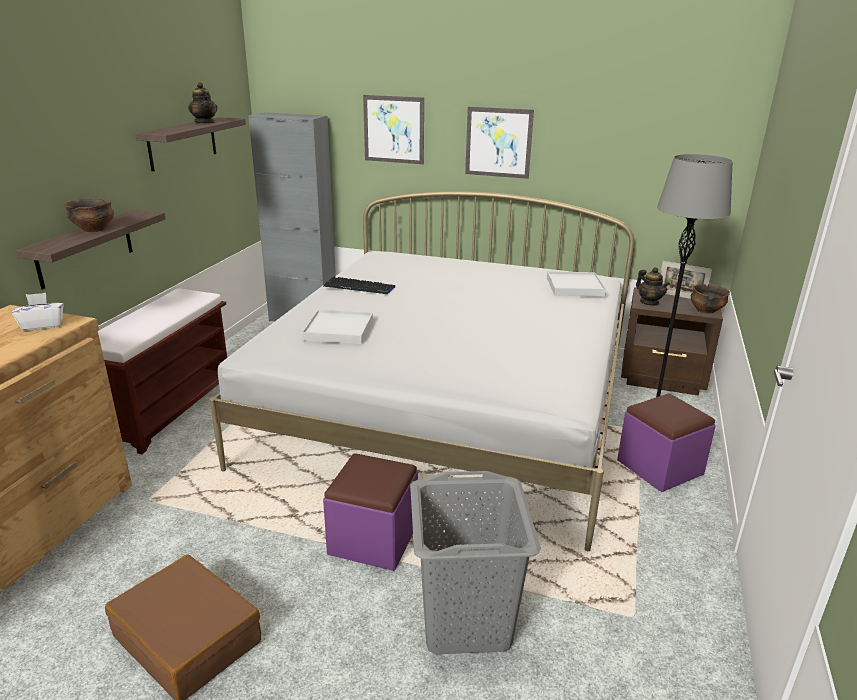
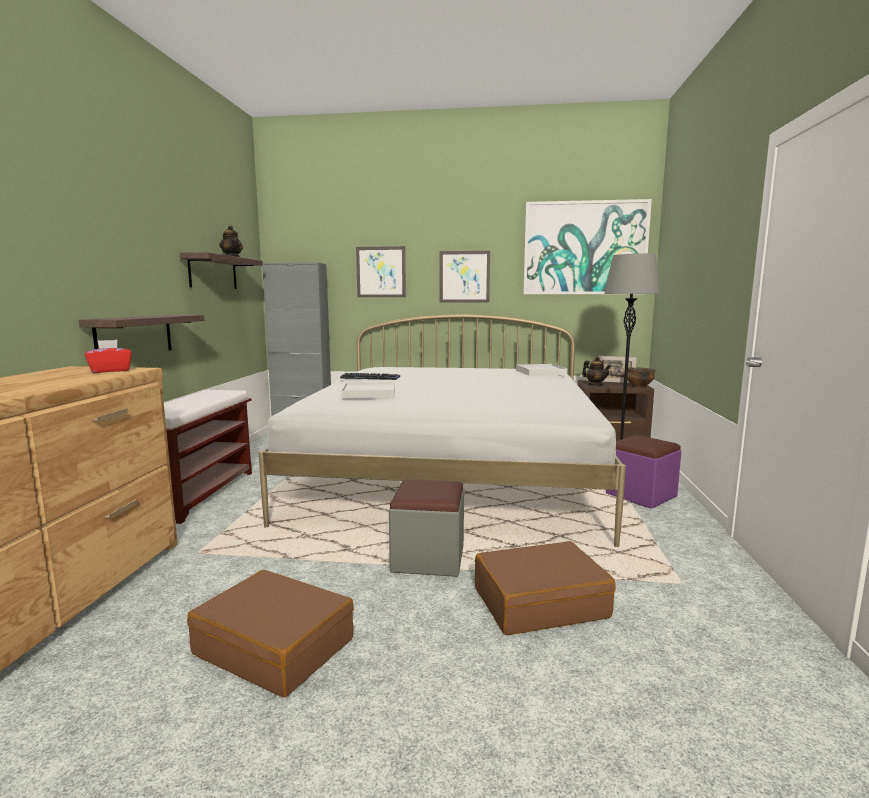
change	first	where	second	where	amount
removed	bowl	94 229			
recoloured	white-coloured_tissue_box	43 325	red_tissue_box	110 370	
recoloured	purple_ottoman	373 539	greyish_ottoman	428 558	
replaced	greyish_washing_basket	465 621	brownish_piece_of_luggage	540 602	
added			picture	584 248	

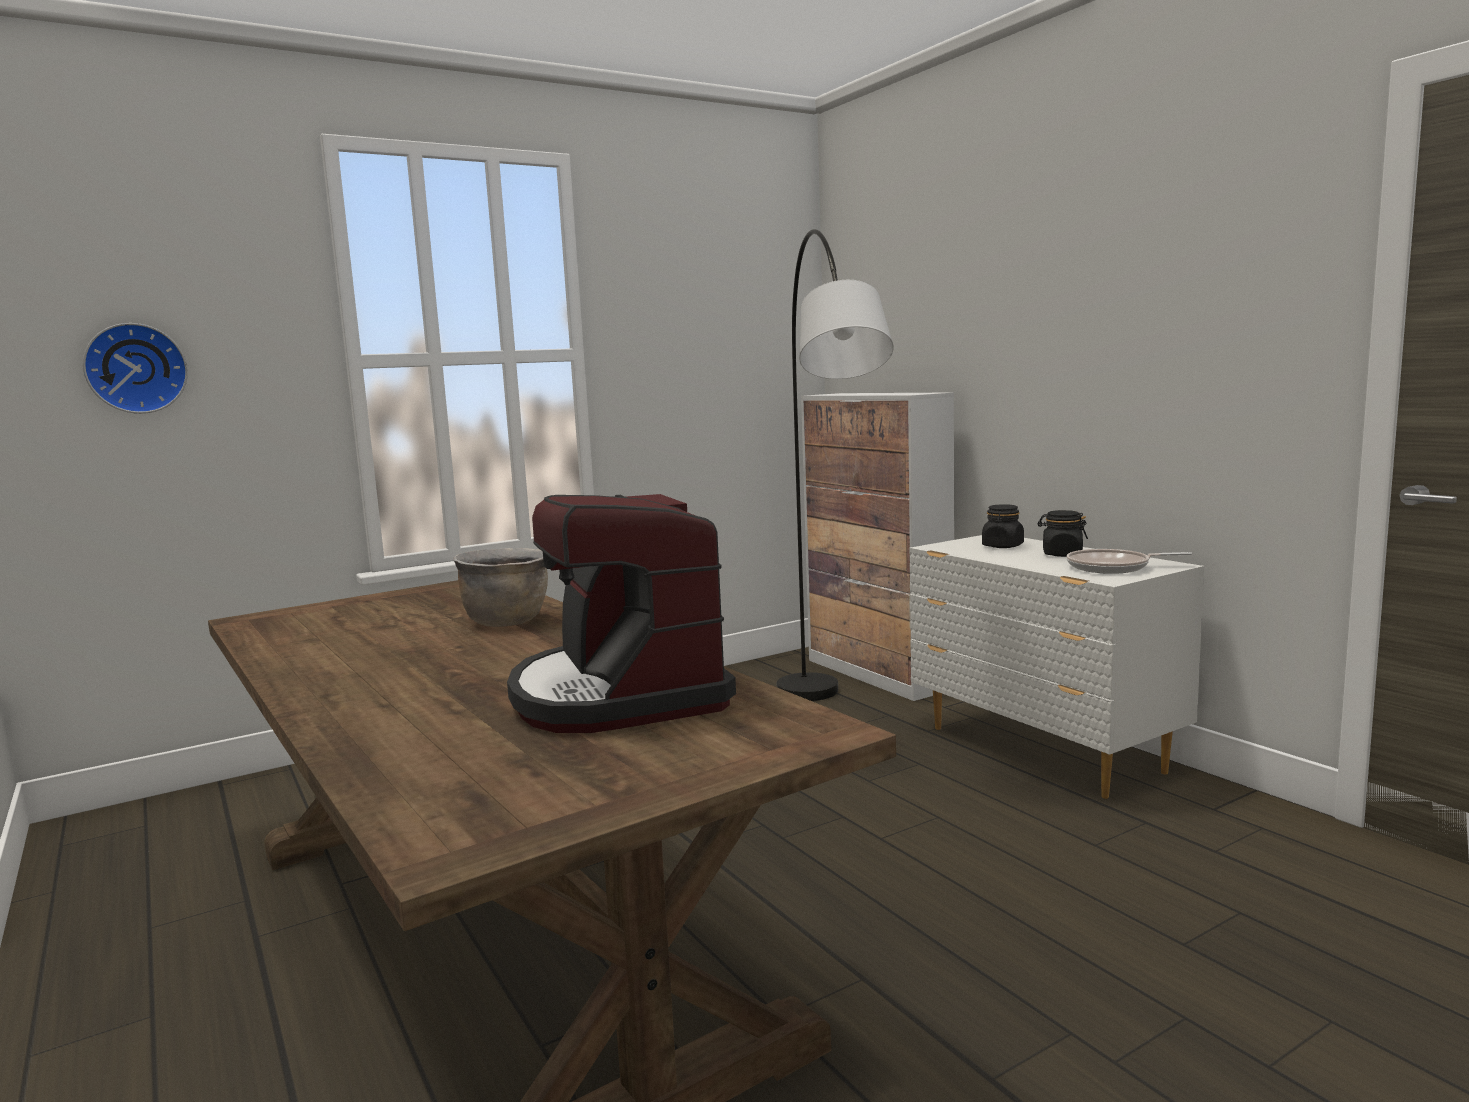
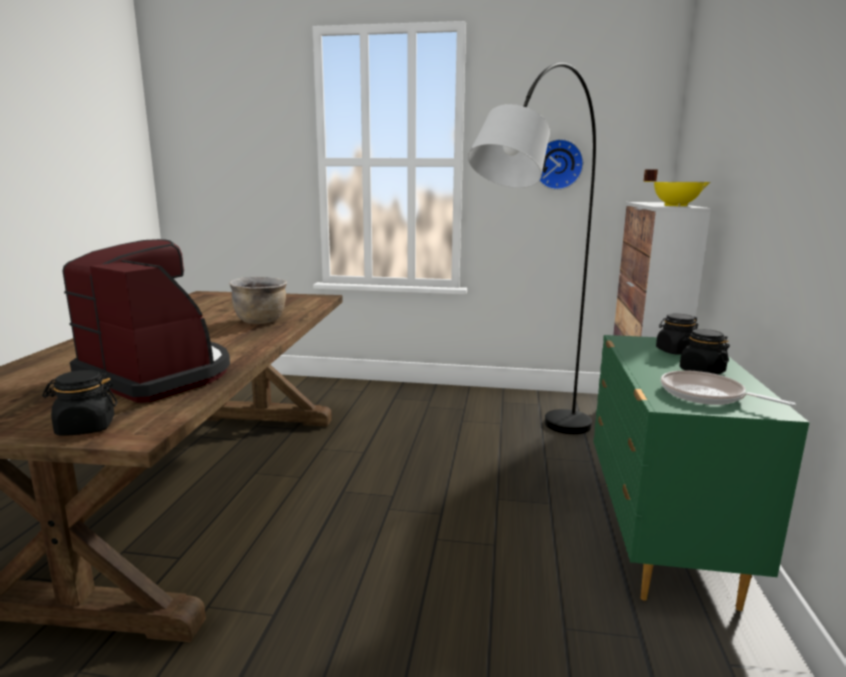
change	first	where	second	where	amount
moved	hanging_clock	136 368		558 164	
turned	coffee_maker	619 695		159 374	105 degrees clockwise
recoloured	white-coloured_dresser	1043 751	greenish_dresser	660 538	
added			yellow-coloured_stockpot	675 206	
added			blackish_preserve_jar	85 427	

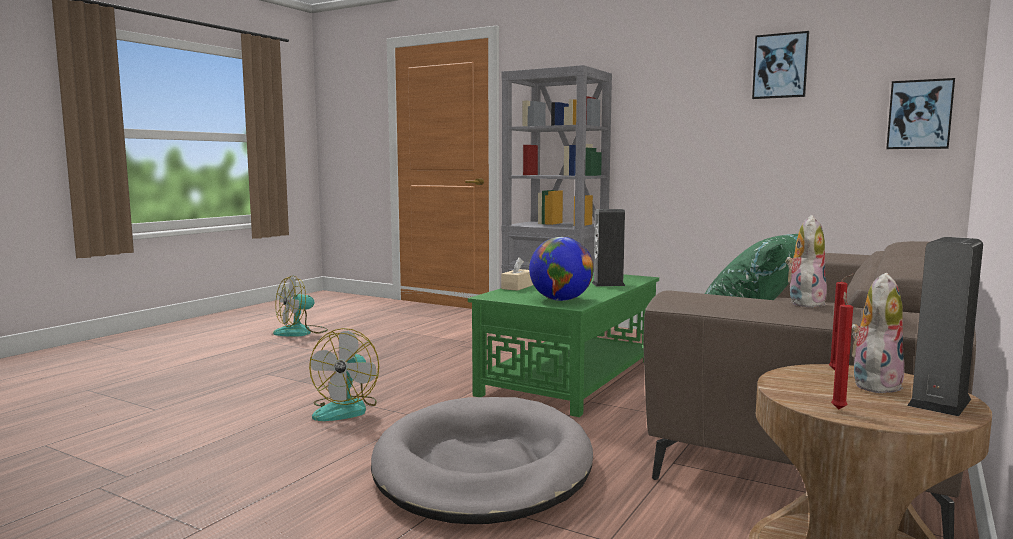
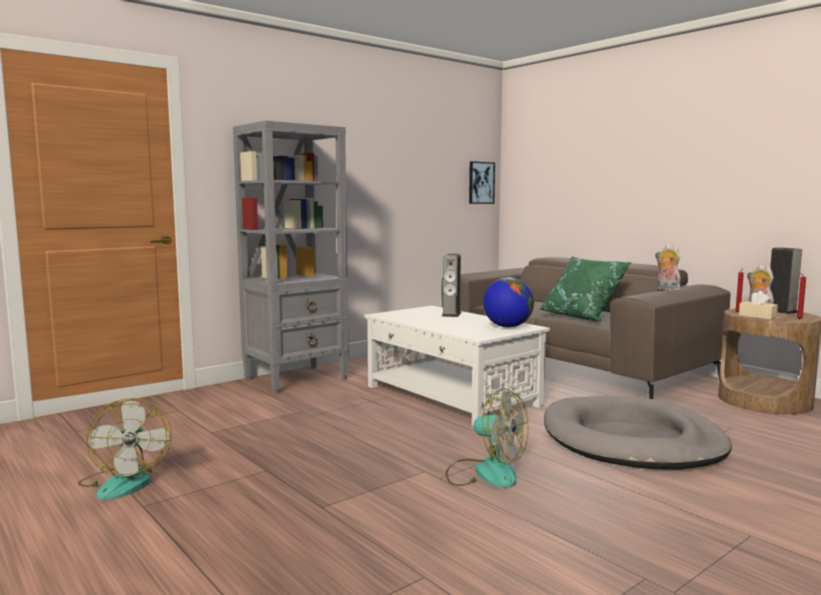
change	first	where	second	where	amount
removed	picture	780 66			
moved	beige-coloured_tissue_box	517 287		757 316	
recoloured	greenish_lounge_table	569 377	white-coloured_lounge_table	451 396	

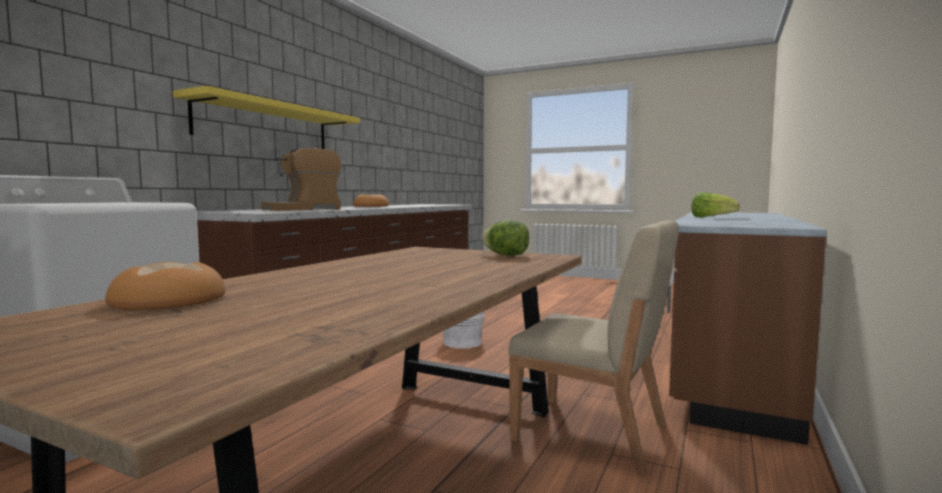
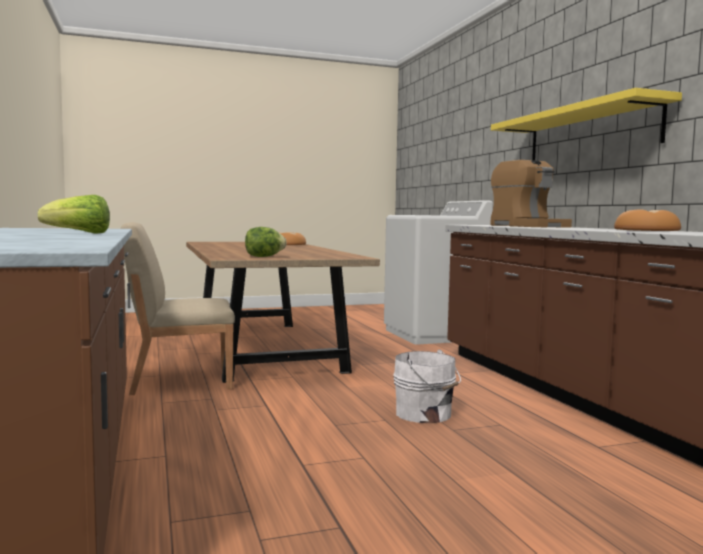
change	first	where	second	where	amount
turned	coffee_maker	303 209		527 226	150 degrees clockwise

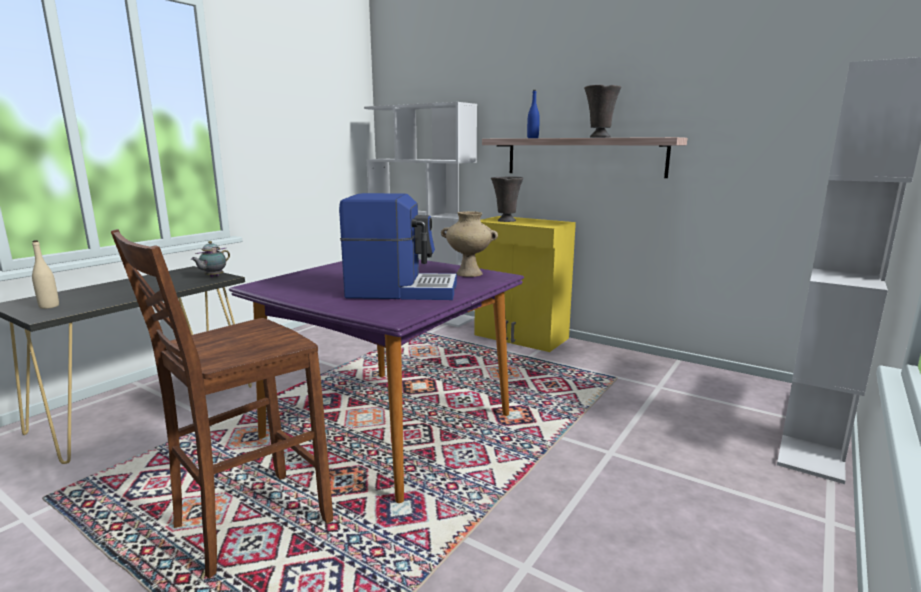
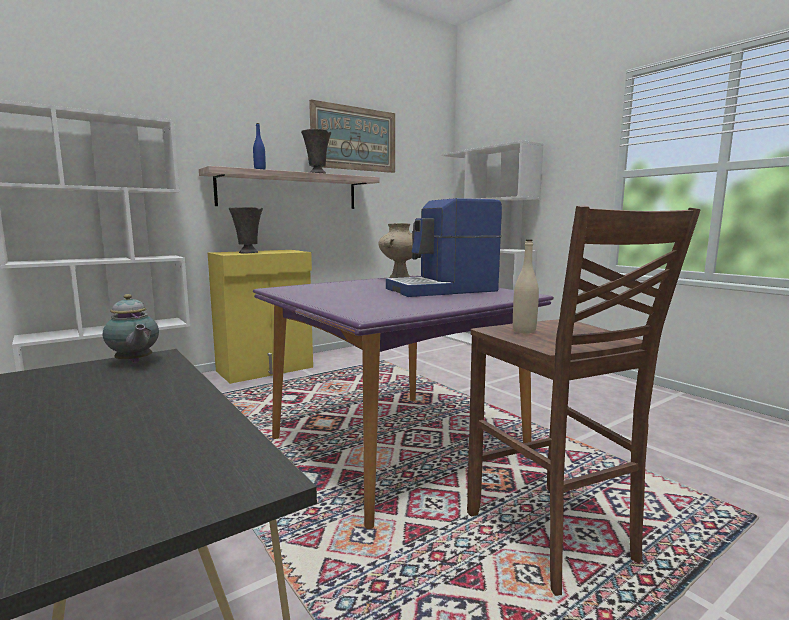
change	first	where	second	where	amount
turned	coffee_maker	401 290		443 290	135 degrees counterclockwise
moved	beige-coloured_bottle	49 306		524 331	
added			picture	354 138	

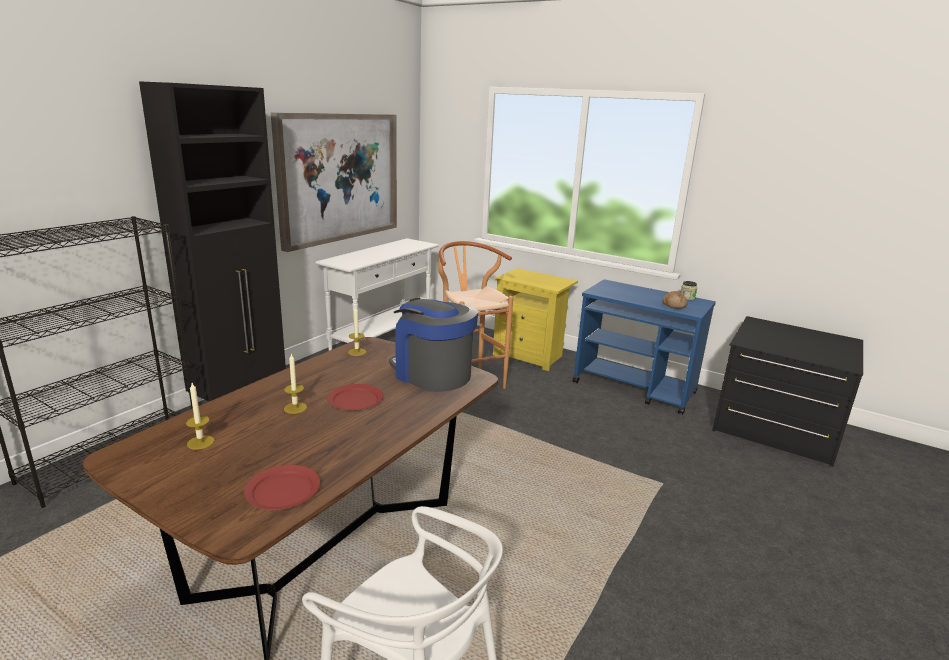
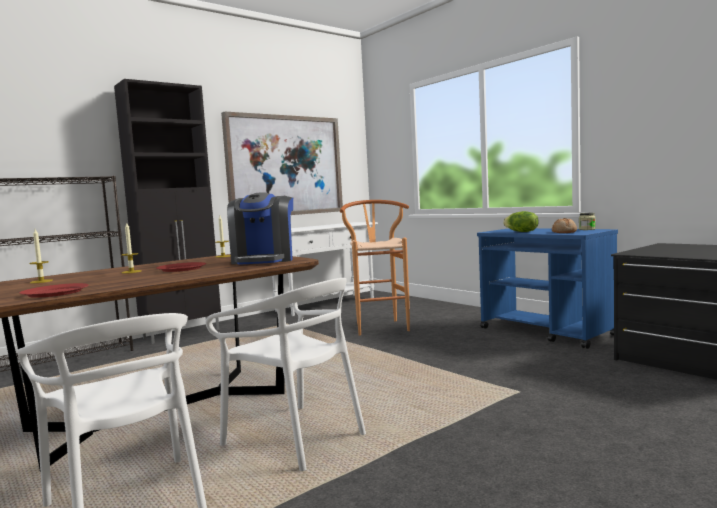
change	first	where	second	where	amount
removed	yellow-coloured_night_table	530 356			
turned	coffee_maker	431 374		264 260	150 degrees counterclockwise
added			lettuce	521 232	
added			white-coloured_chair	295 437	

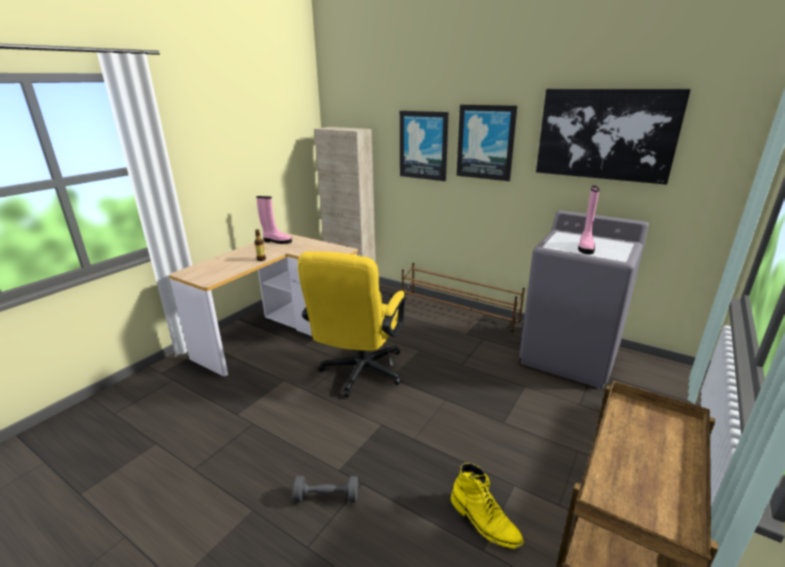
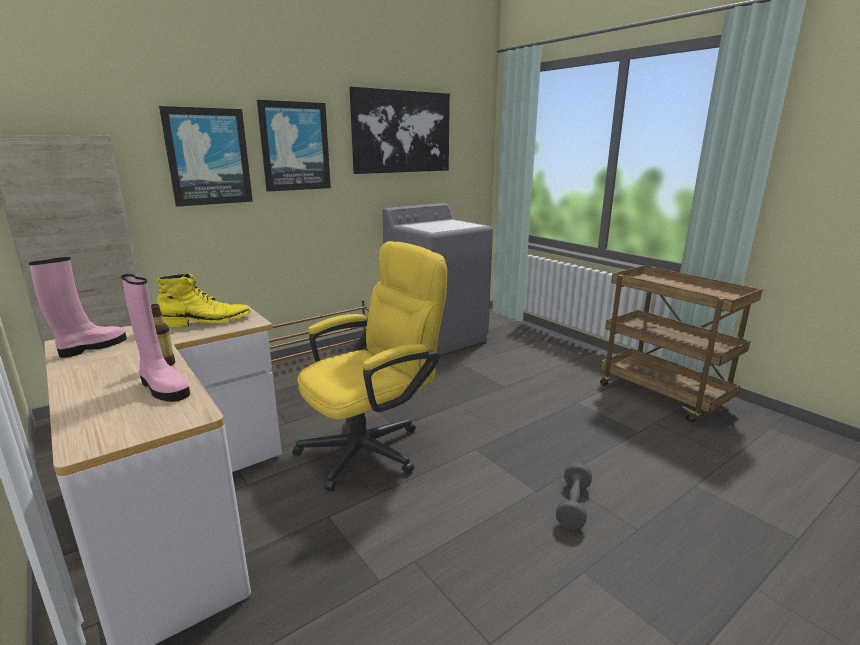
change	first	where	second	where	amount
moved	pink_high-top_boot	585 247		162 388	
turned	yellow-coloured_desk_chair	359 375		372 447	75 degrees counterclockwise
moved	yellow-coloured_high-top_boot	484 521		207 322	

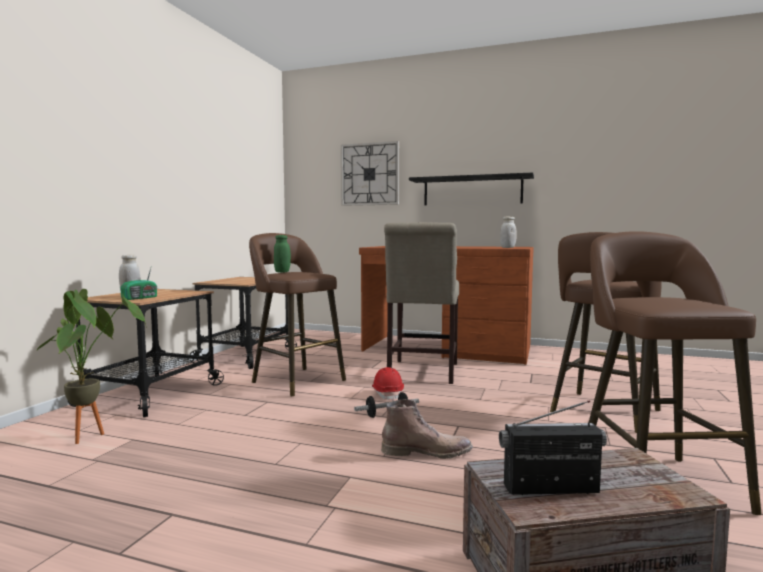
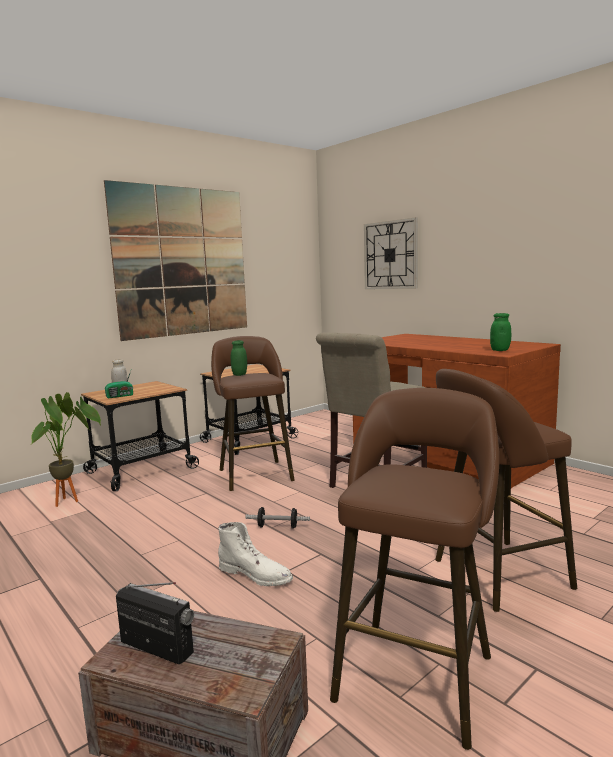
change	first	where	second	where	amount
removed	blackish_shelf	472 191			
recoloured	white-coloured_preserve_jar	507 247	greenish_preserve_jar	500 350	
removed	red_safety_helmet	387 394			
recoloured	brownish_high-top_boot	426 452	white-coloured_high-top_boot	256 574	
added			picture	182 262	

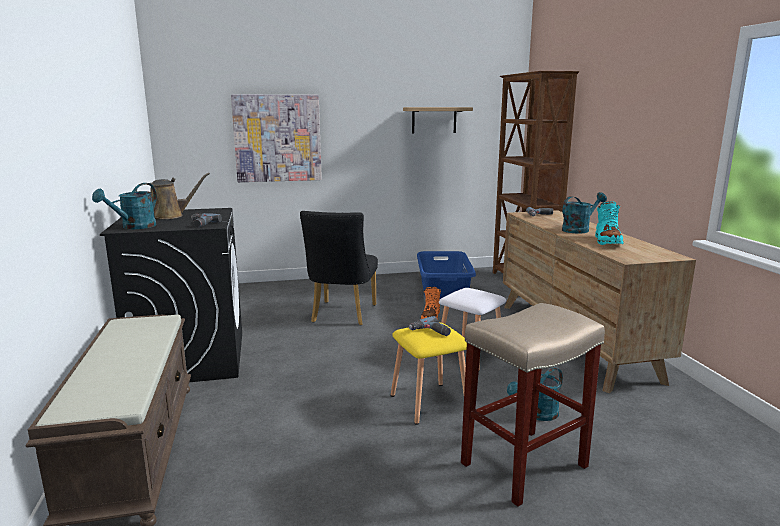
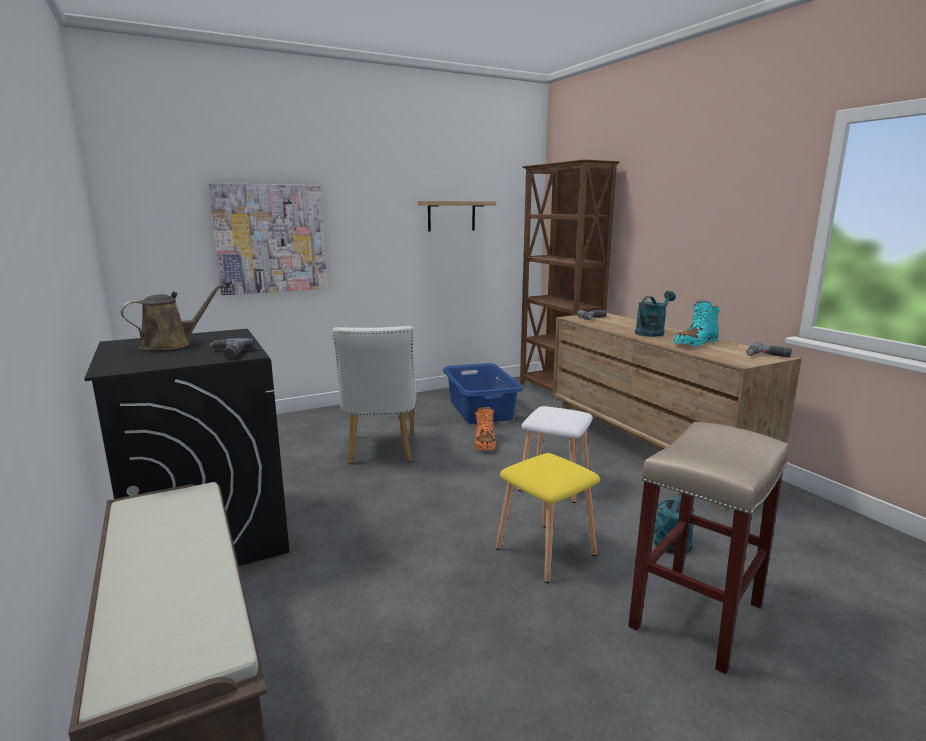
change	first	where	second	where	amount
removed	turquoise_watering_can	134 227			
turned	turquoise_high-top_boot	607 241		695 343	60 degrees clockwise
recoloured	blackish_chair	342 315	white-coloured_chair	380 451	
moved	electric_drill	430 332		767 356	

